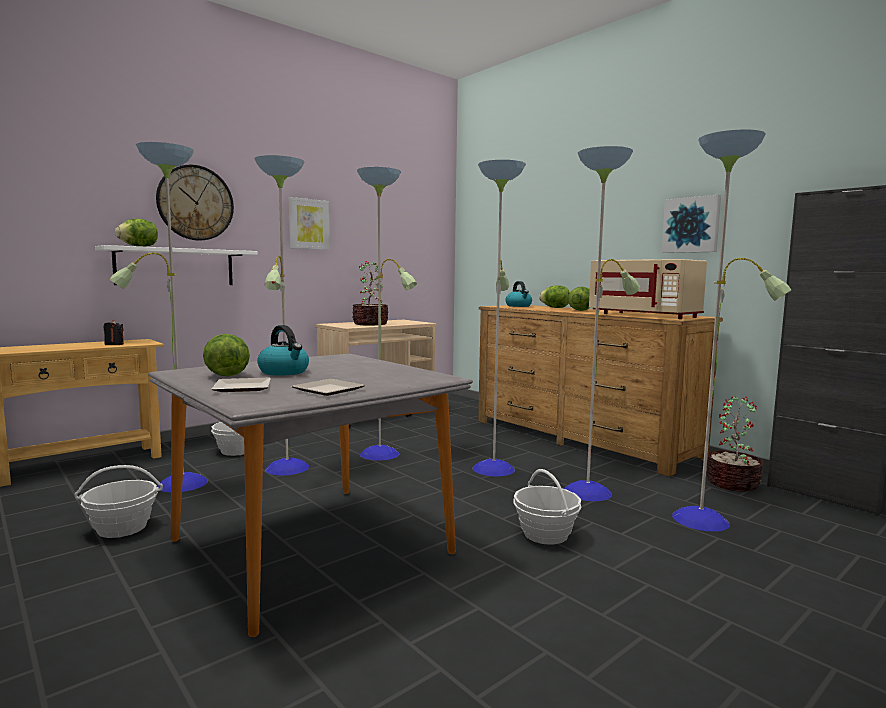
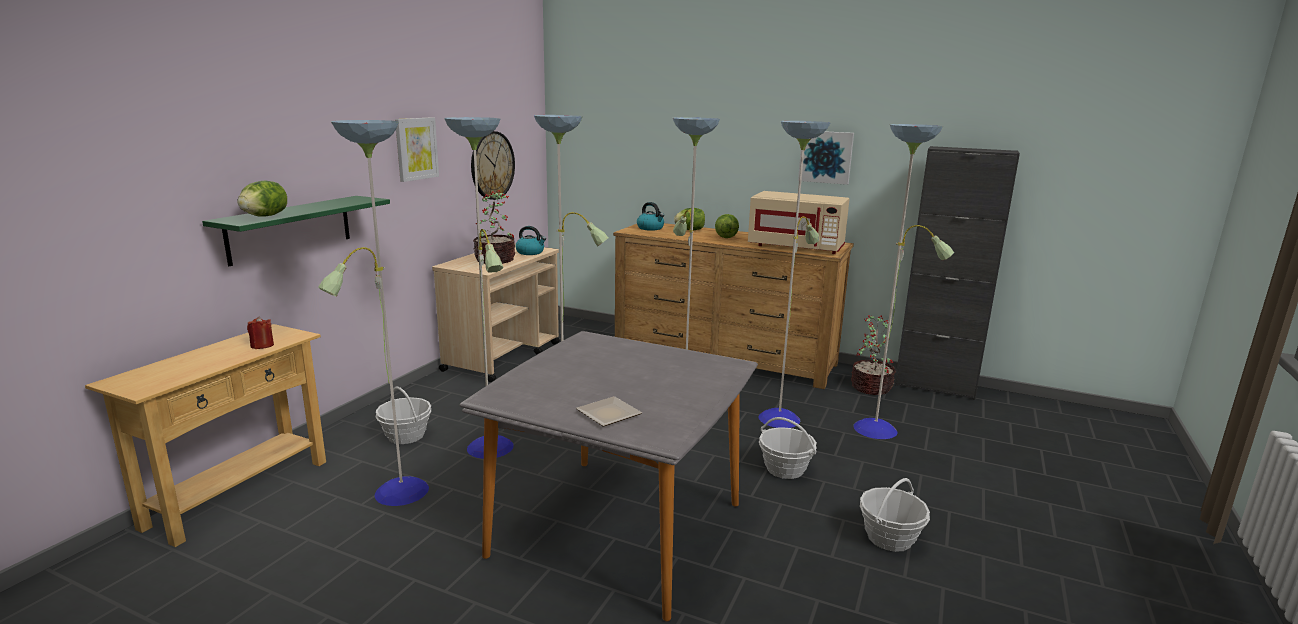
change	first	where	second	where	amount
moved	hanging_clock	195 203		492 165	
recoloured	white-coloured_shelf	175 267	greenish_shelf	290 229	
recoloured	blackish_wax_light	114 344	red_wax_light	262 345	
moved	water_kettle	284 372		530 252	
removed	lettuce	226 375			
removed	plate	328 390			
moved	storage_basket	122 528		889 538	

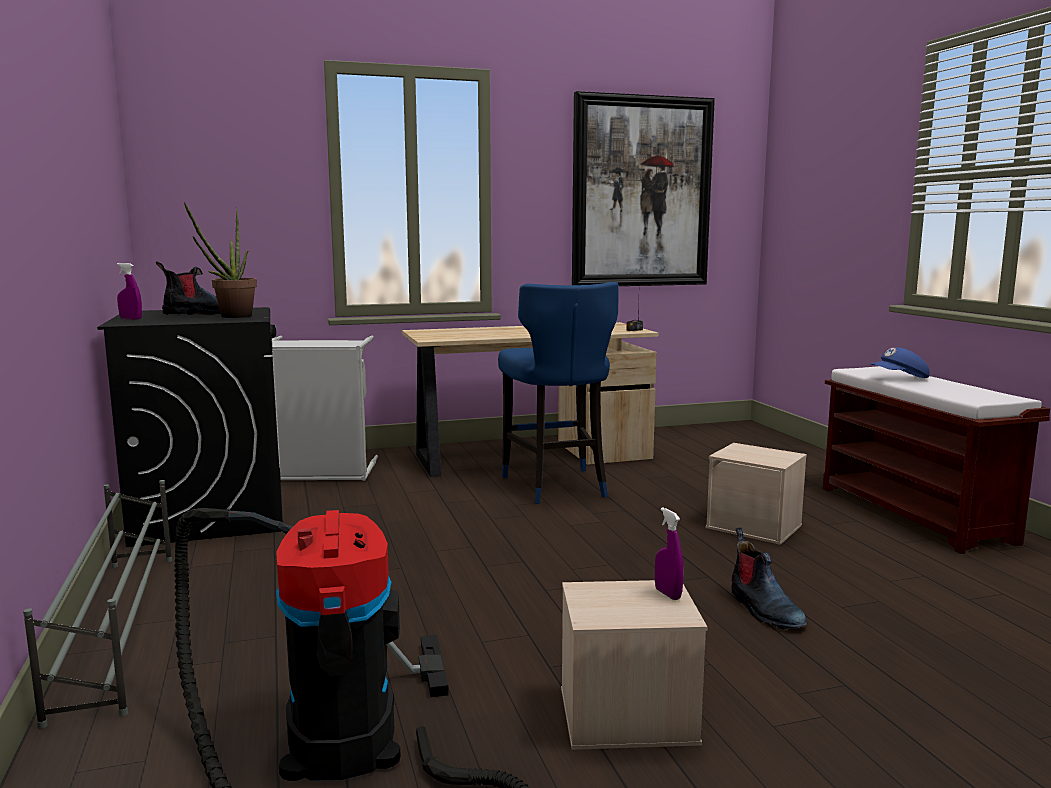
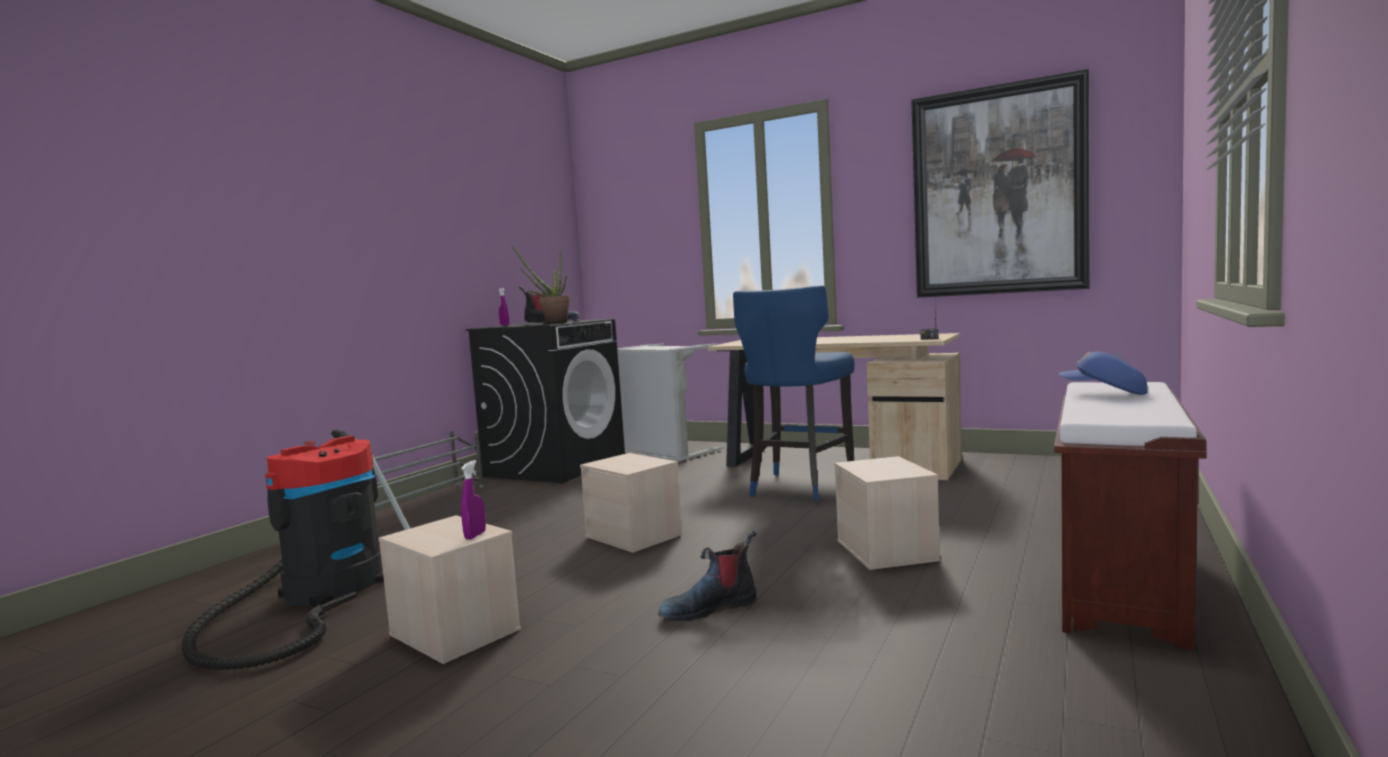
change	first	where	second	where	amount
turned	high-top_boot	763 610		709 609	45 degrees clockwise
added			beige-coloured_storage_box	635 536	

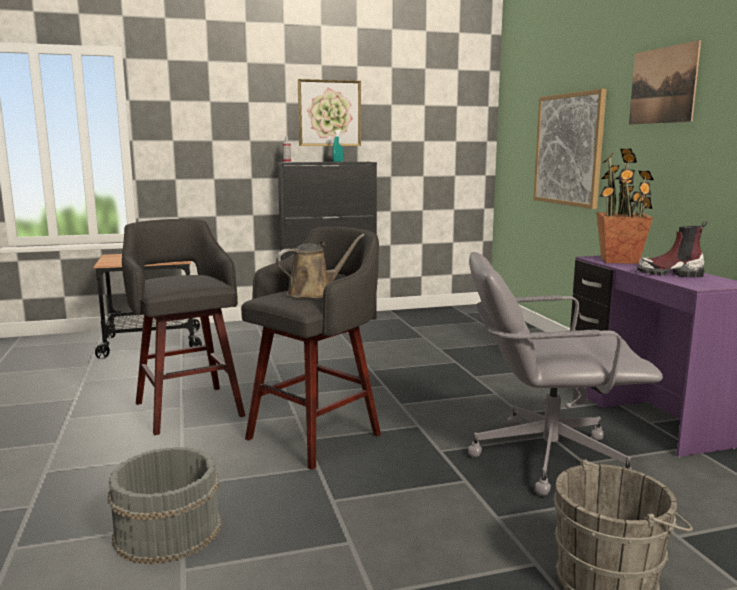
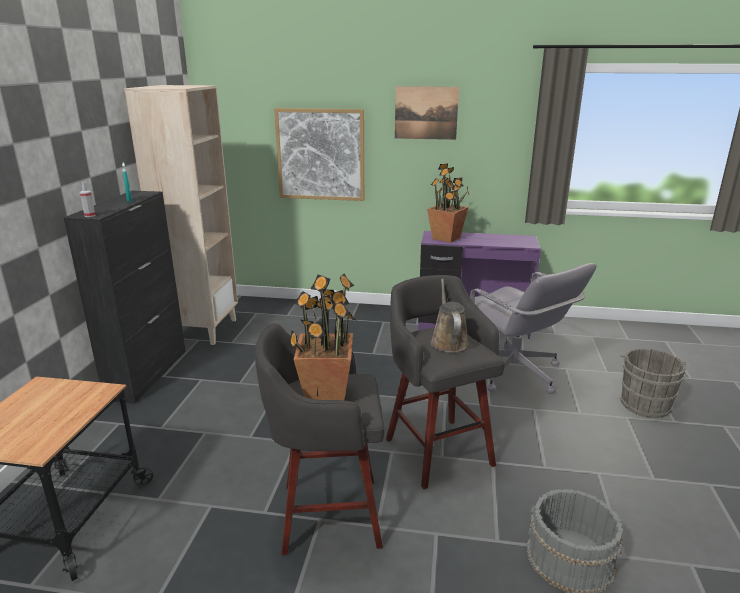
change	first	where	second	where	amount
removed	picture	329 113			
removed	high-top_boot	670 274			
turned	greyish_desk_chair	546 457		513 373	60 degrees counterclockwise
added			beige-coloured_bookcase	203 330	
added			potted_plant	325 393	

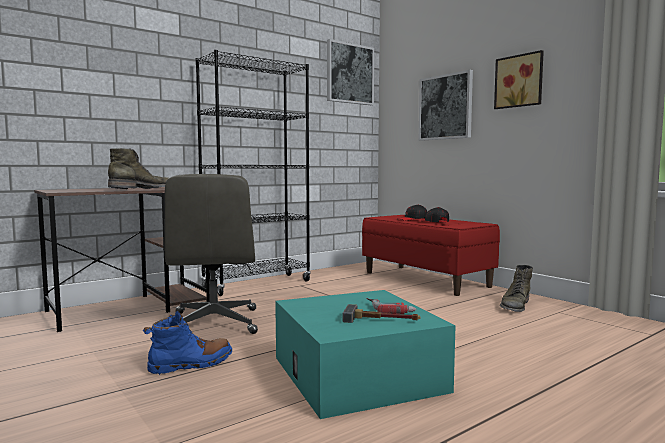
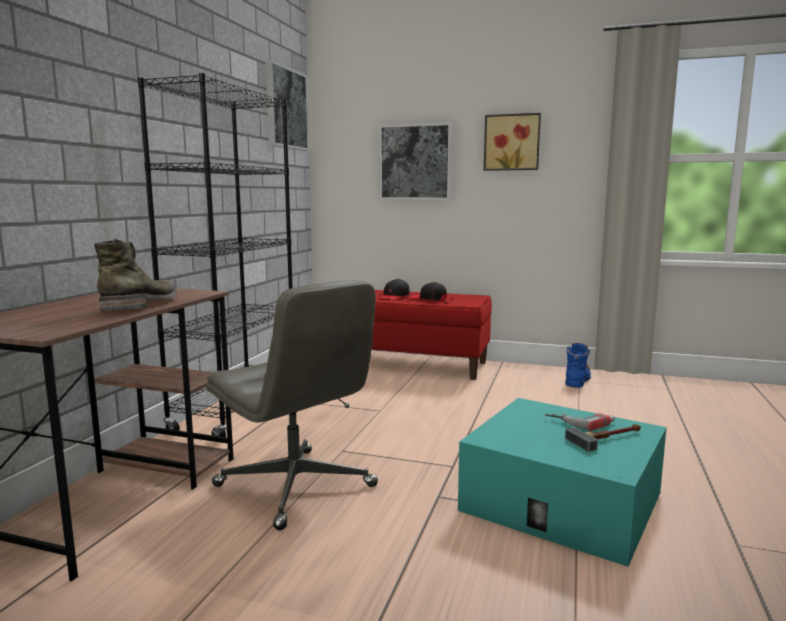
change	first	where	second	where	amount
removed	greenish_high-top_boot	515 305			
moved	blue-coloured_high-top_boot	191 364		577 380	

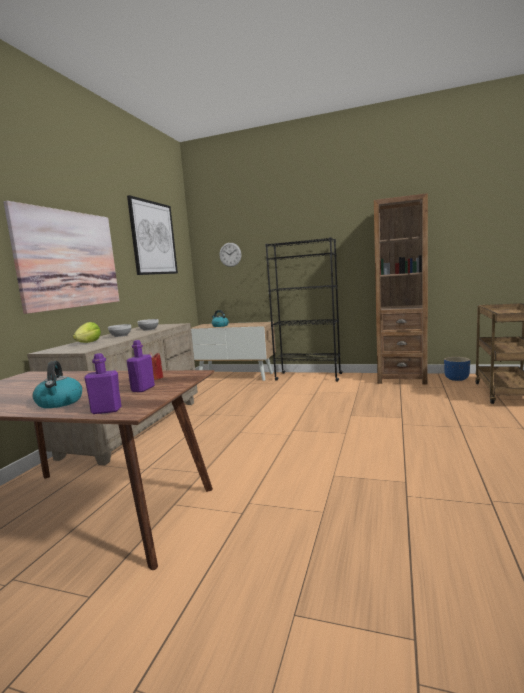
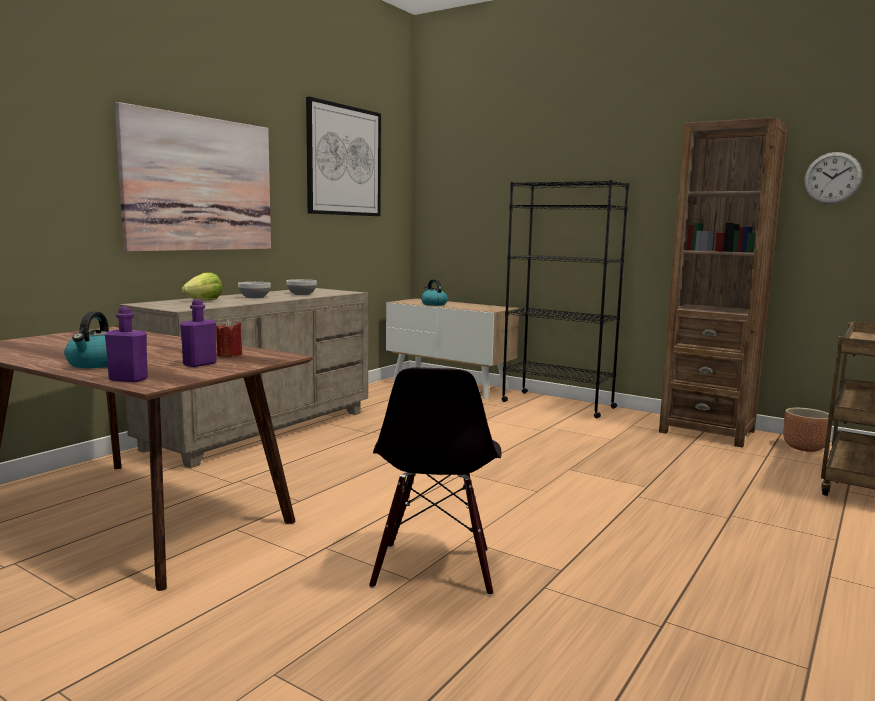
change	first	where	second	where	amount
moved	hanging_clock	230 254		832 178	
recoloured	blue-coloured_flower_pot	456 379	brownish_flower_pot	804 447	
added			blackish_chair	434 569	

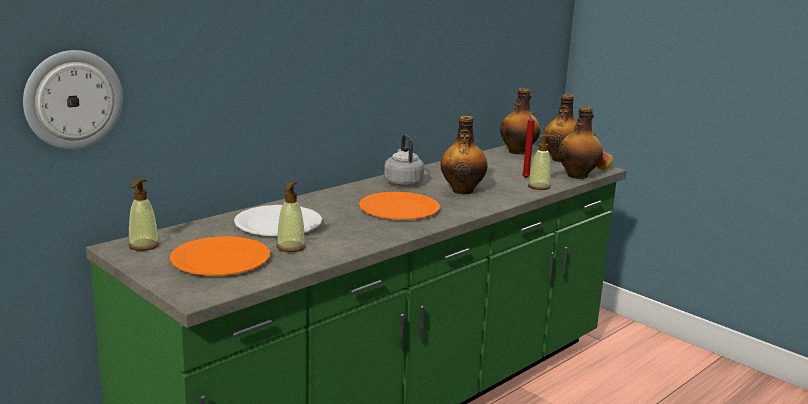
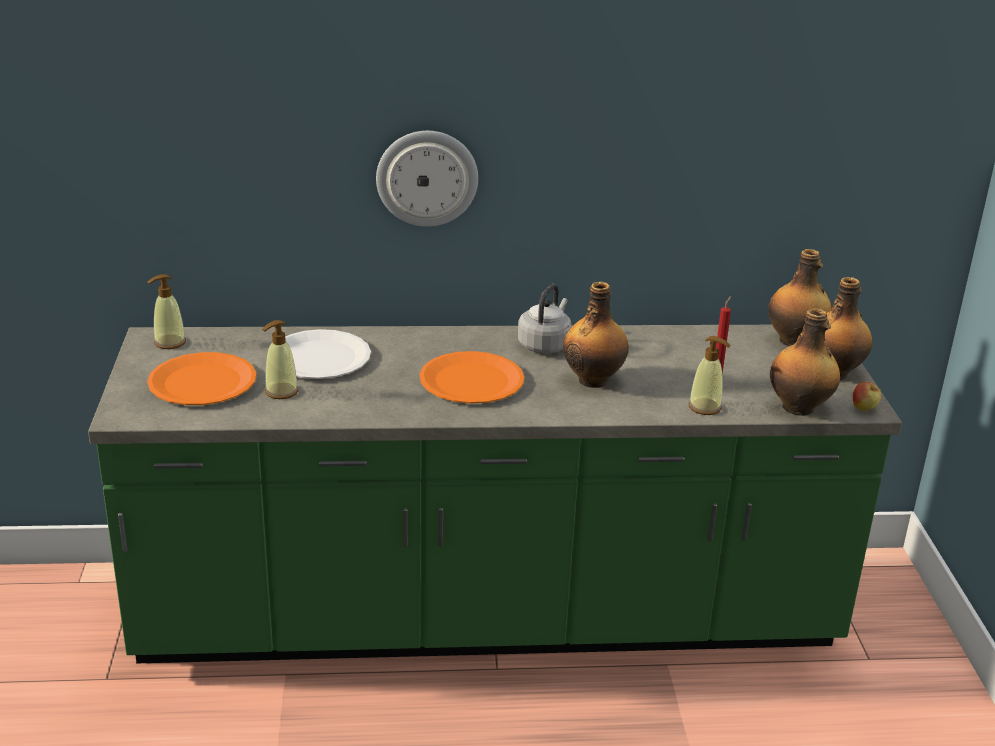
change	first	where	second	where	amount
moved	hanging_clock	73 99		427 178	

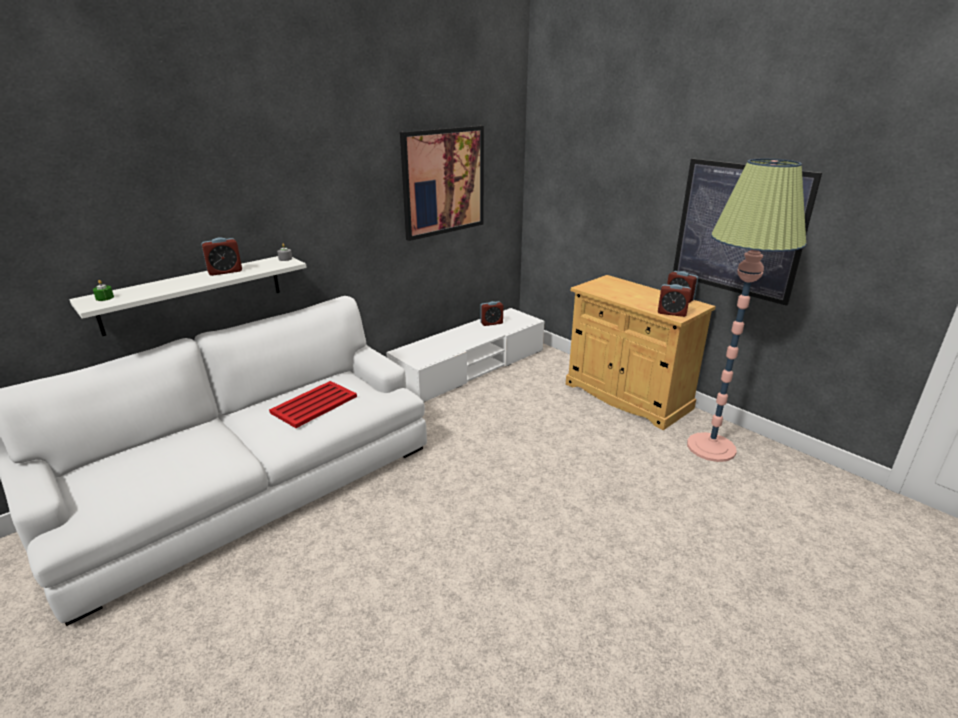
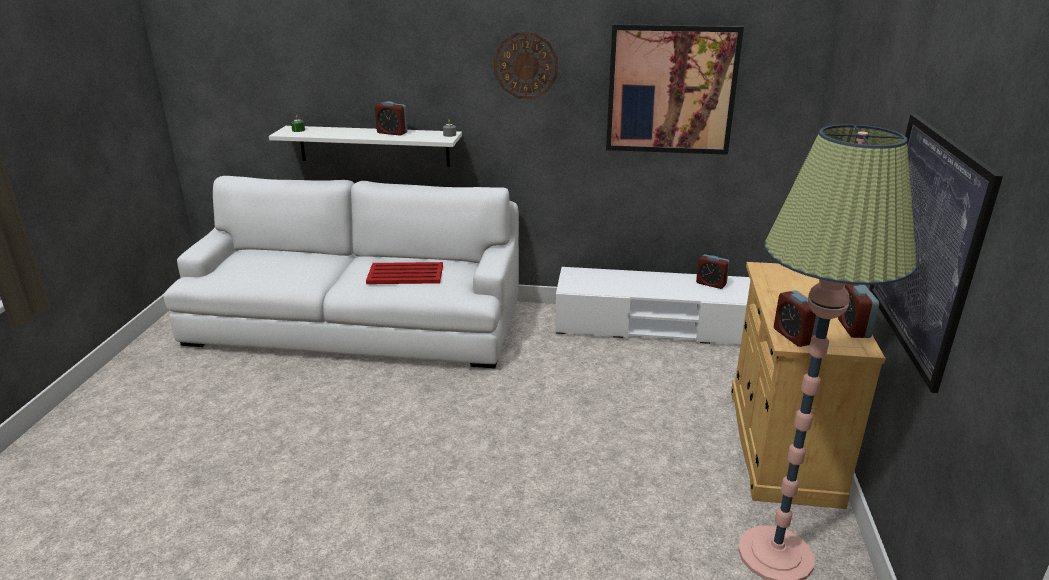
change	first	where	second	where	amount
added			hanging_clock	526 65	

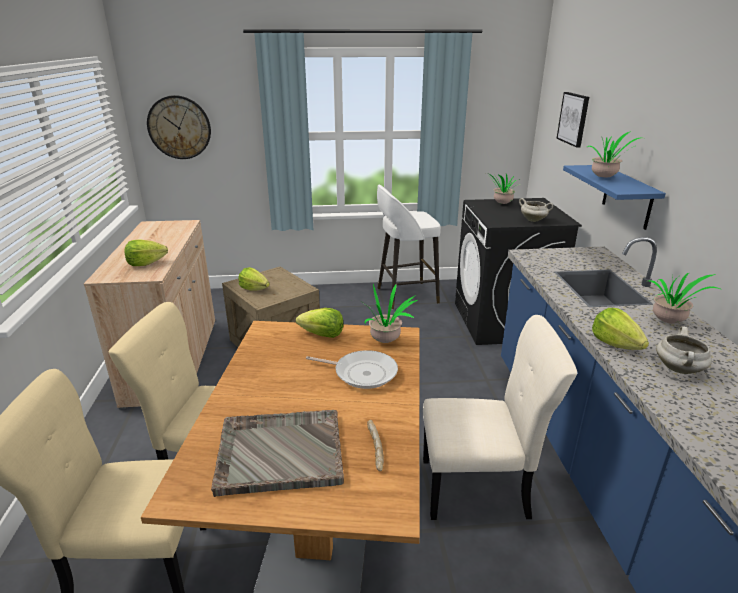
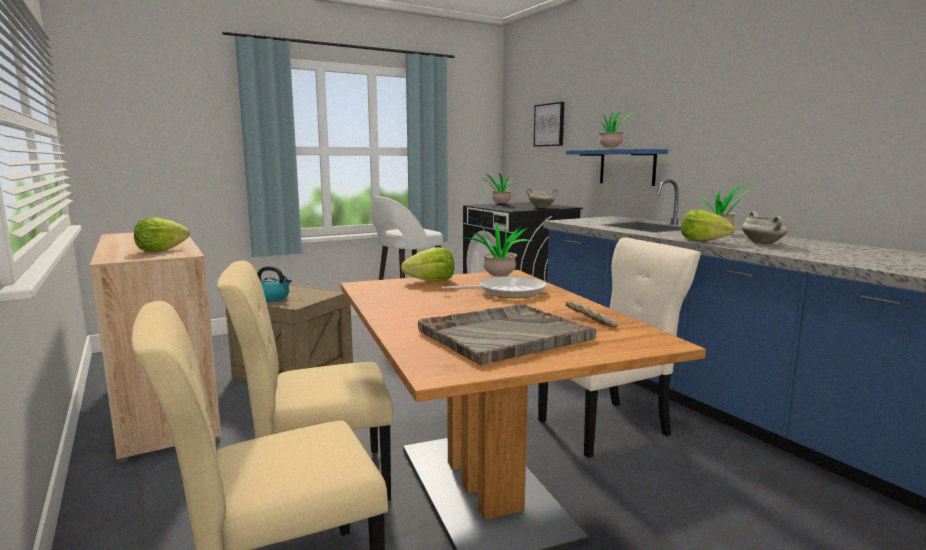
change	first	where	second	where	amount
removed	hanging_clock	179 127			
replaced	lettuce	254 289	water_kettle	272 298	

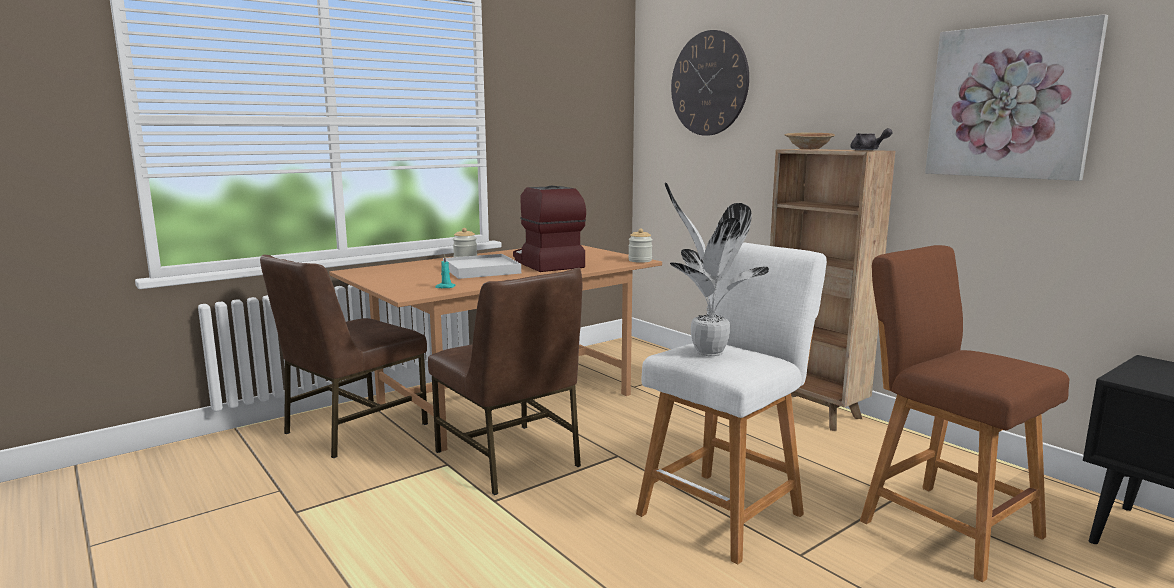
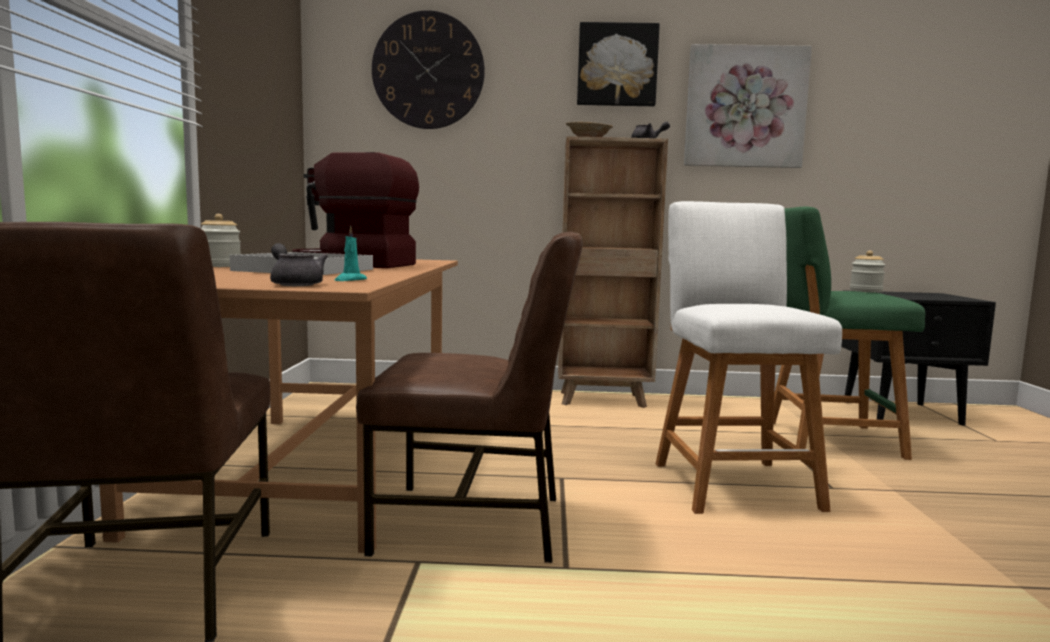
change	first	where	second	where	amount
removed	potted_plant	706 352			
moved	preserve_jar	640 260		865 291	
recoloured	brownish_sitting_stool	942 525	greenish_sitting_stool	825 439	
added			picture	617 65	
added			greyish_tea_pot	295 284	

